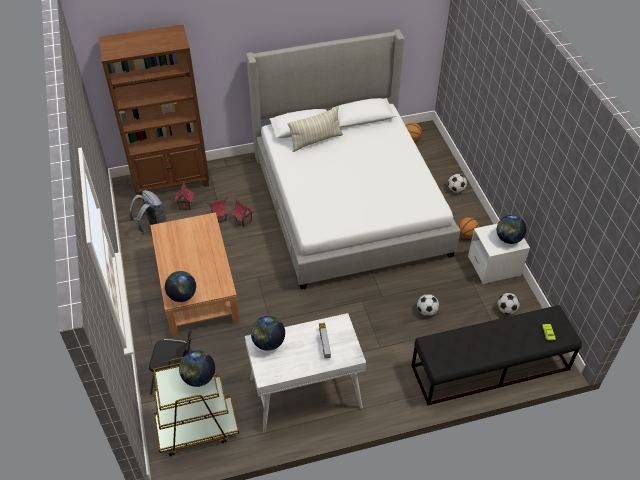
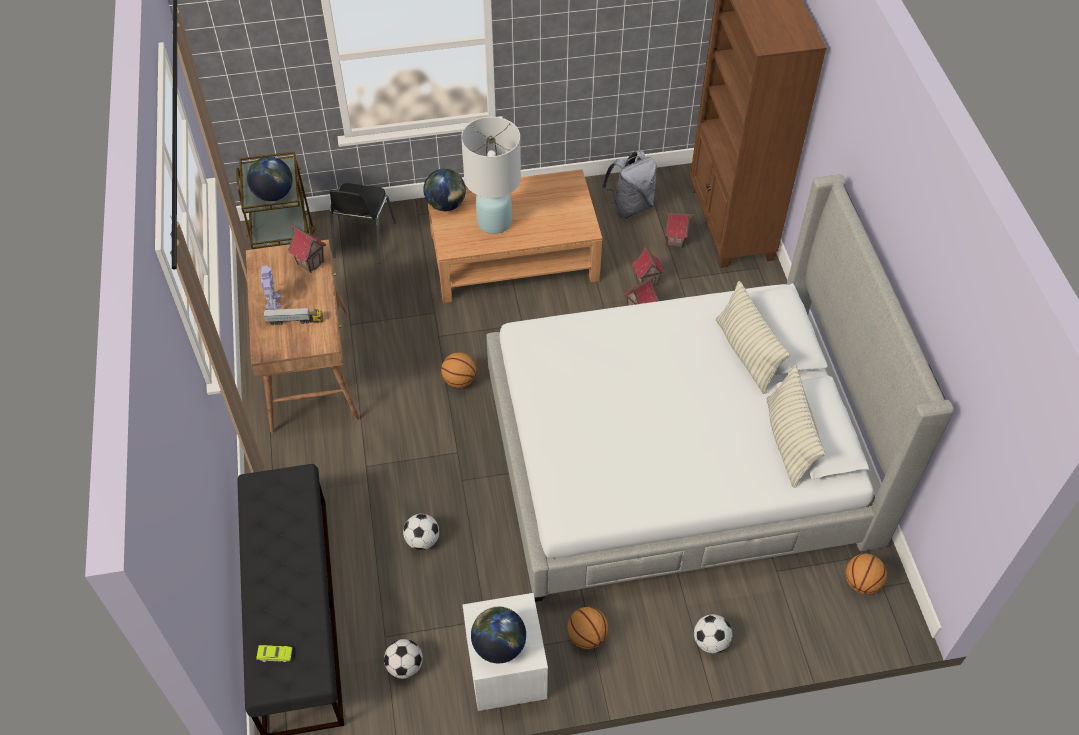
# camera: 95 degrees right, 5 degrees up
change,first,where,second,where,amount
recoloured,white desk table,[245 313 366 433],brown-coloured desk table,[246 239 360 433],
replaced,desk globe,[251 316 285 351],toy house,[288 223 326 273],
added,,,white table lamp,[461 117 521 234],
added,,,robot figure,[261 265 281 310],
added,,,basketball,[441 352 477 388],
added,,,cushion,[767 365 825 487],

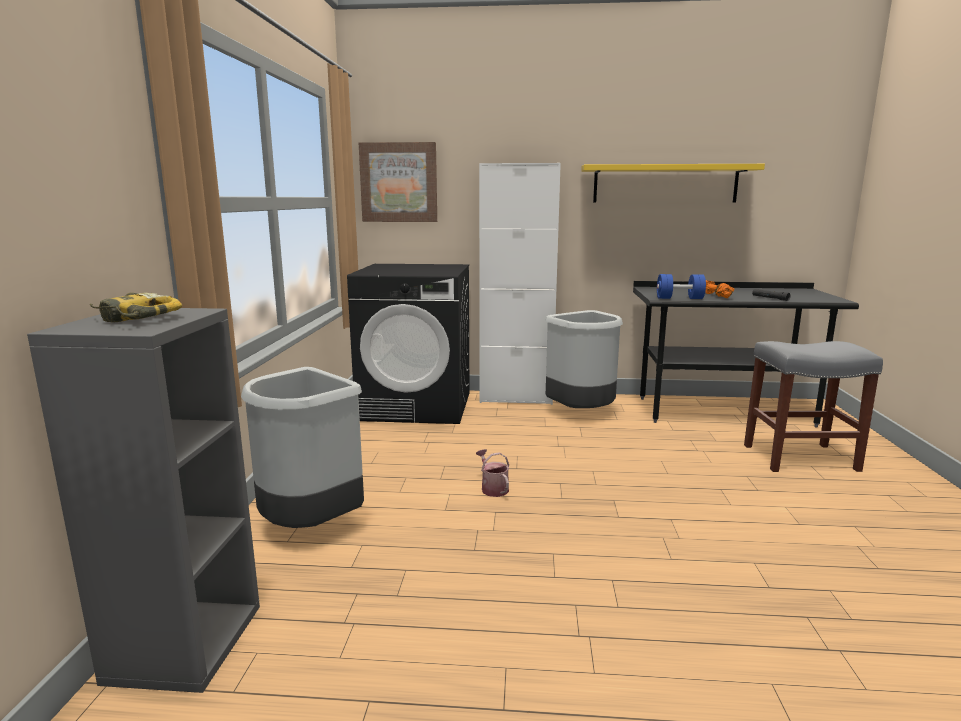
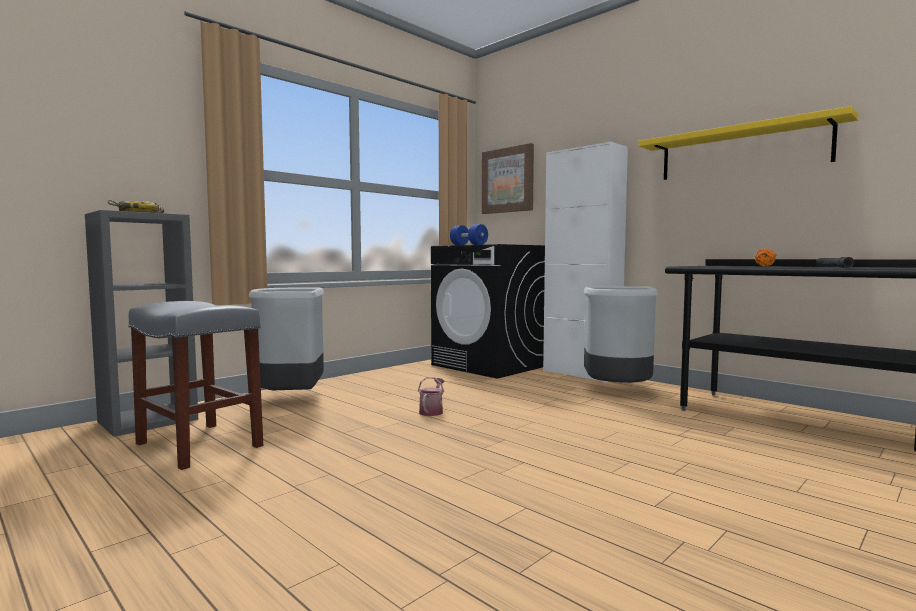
# camera: 40 degrees right, 10 degrees down
change,first,where,second,where,amount
moved,bluish free weight,[657 274 706 299],,[450 224 488 245],
moved,grey sitting stool,[744 341 883 472],,[128 301 263 470],

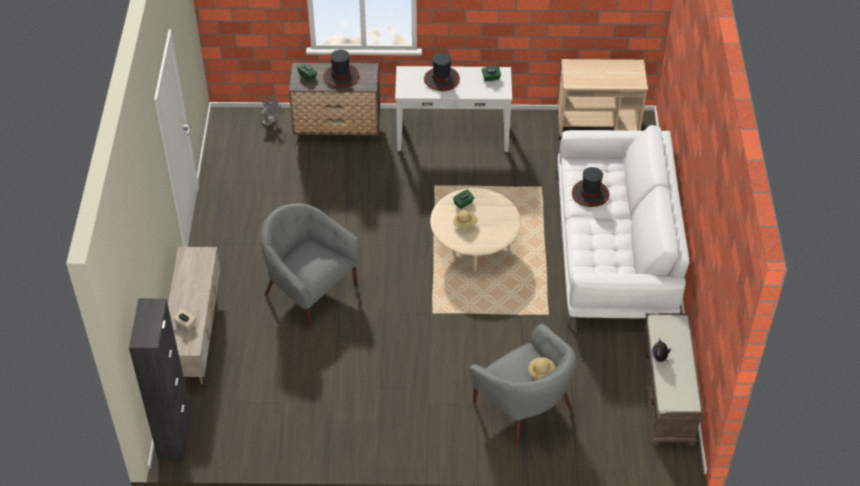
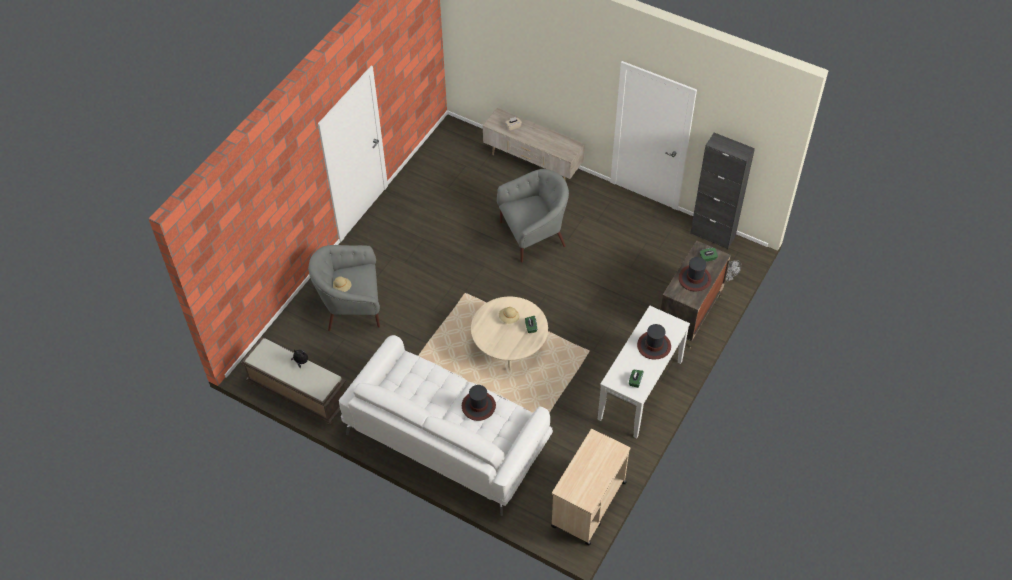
# camera: 120 degrees right, 5 degrees up
change,first,where,second,where,amount
moved,black storage cabinet,[129 298 191 459],,[690 133 755 249],

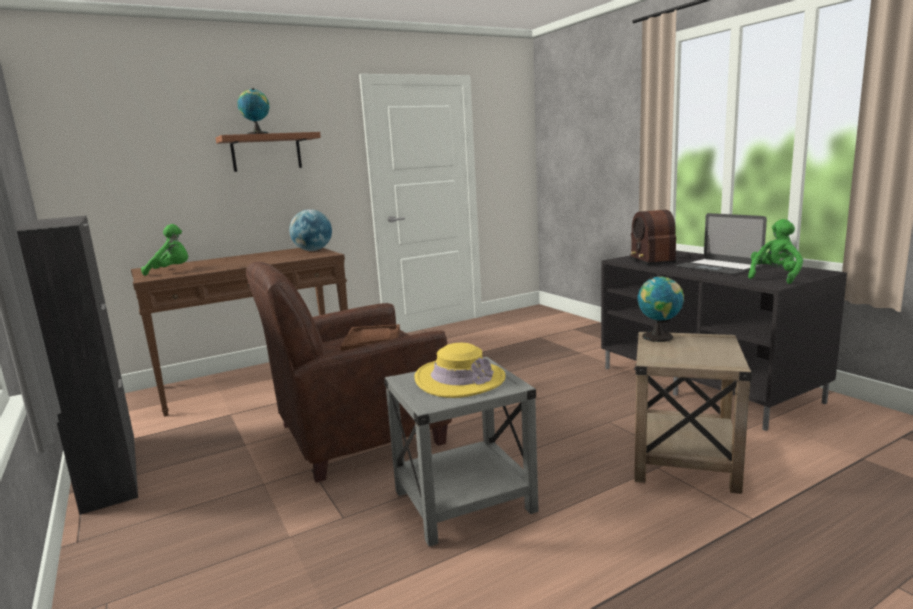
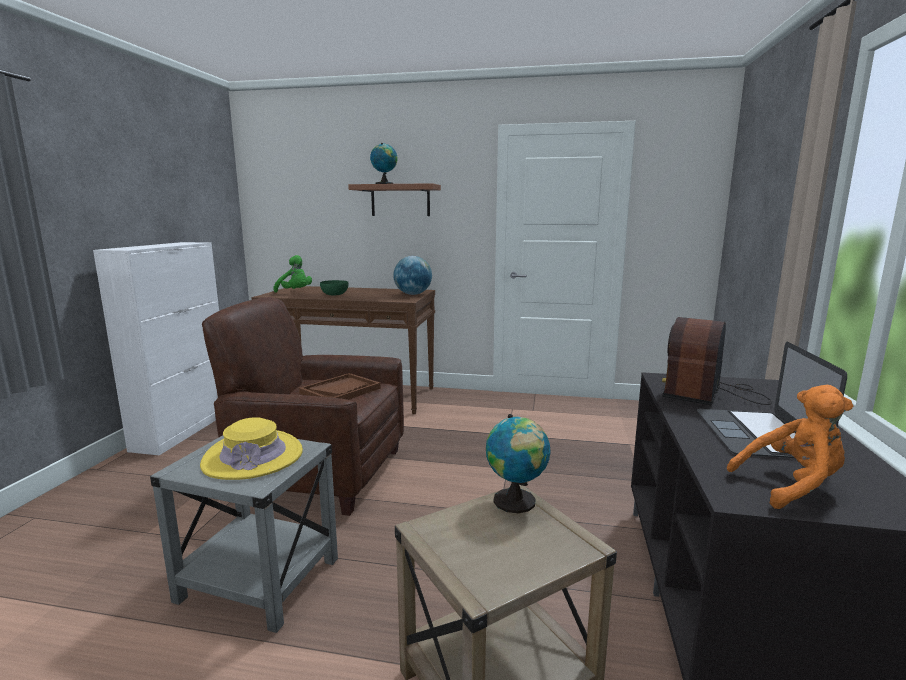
# camera: 40 degrees right, 0 degrees up
change,first,where,second,where,amount
recoloured,black storage cabinet,[16 216 138 515],white storage cabinet,[93 242 219 455],
recoloured,greenish cuddly toy,[748 219 803 284],orange cuddly toy,[727 385 853 509],
added,,,greenish deep dish,[320 280 348 295],

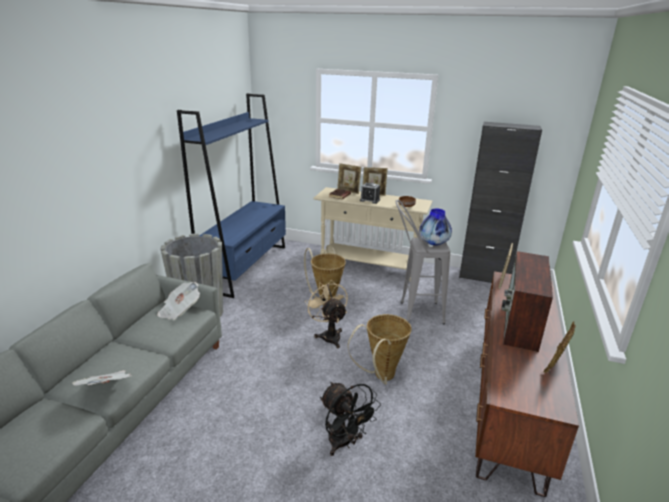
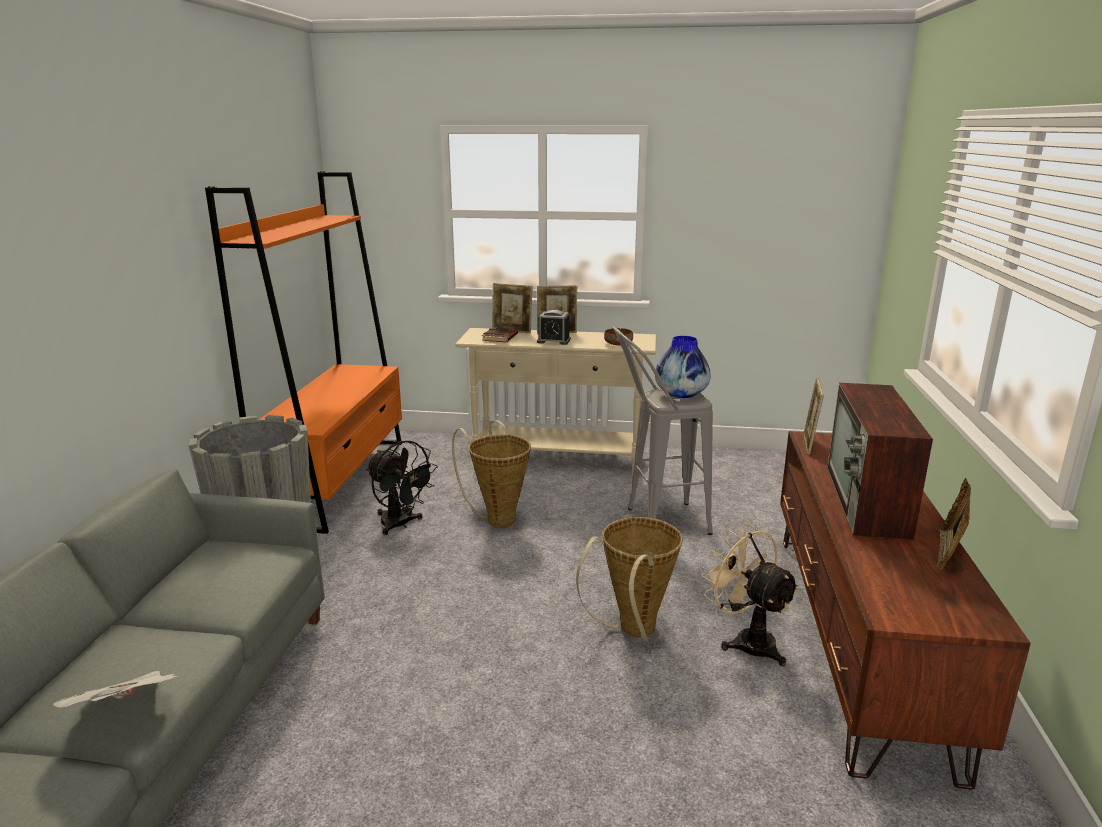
# camera: 10 degrees left, 5 degrees down
change,first,where,second,where,amount
recoloured,bluish shelving unit,[177 93 286 298],orange shelving unit,[205 172 402 534],
removed,black storage cabinet,[459 122 542 283],,,
moved,beige-coloured cooling fan,[305 280 348 348],,[701 524 800 666],
removed,daily paper,[157 282 200 320],,,
moved,black cooling fan,[320 382 381 456],,[366 441 438 535],

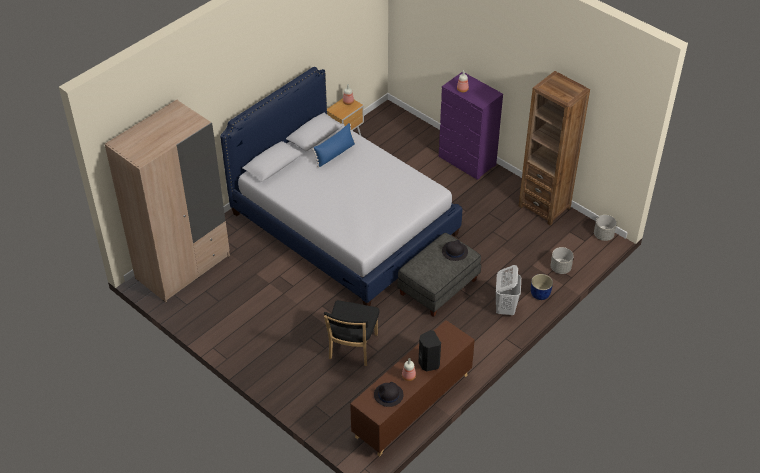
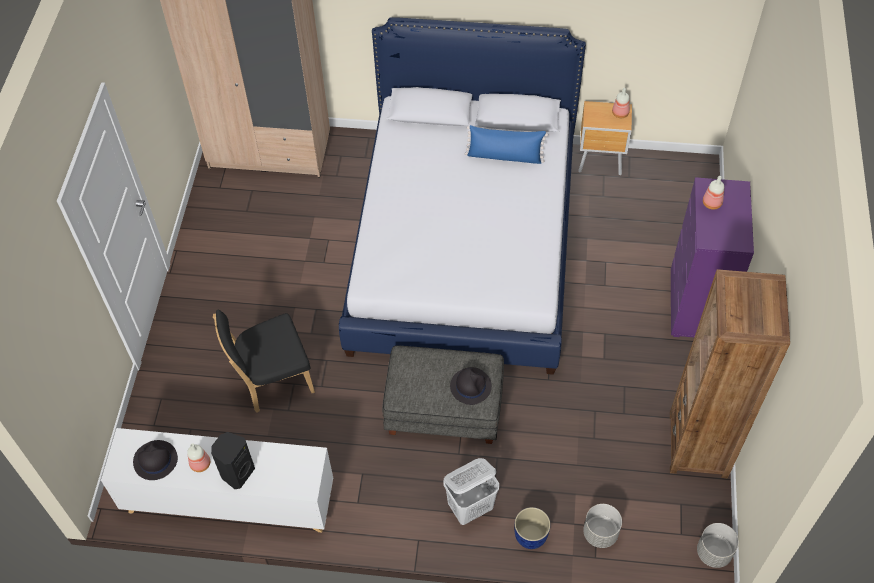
# camera: 55 degrees right, 10 degrees up
change,first,where,second,where,amount
recoloured,brown-coloured storage cabinet,[350 320 475 457],white storage cabinet,[101 428 333 532],

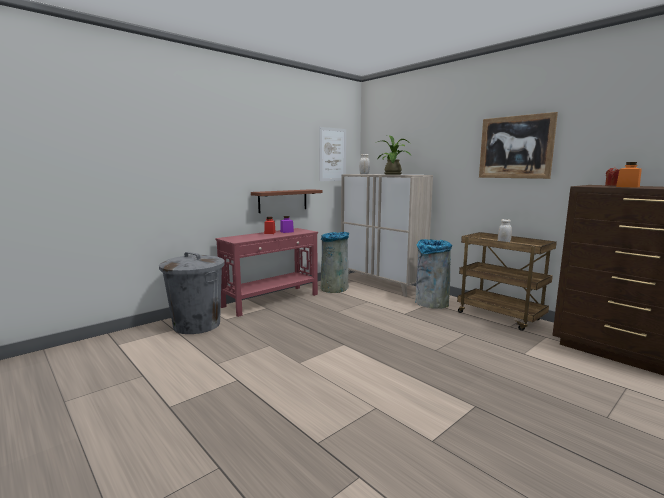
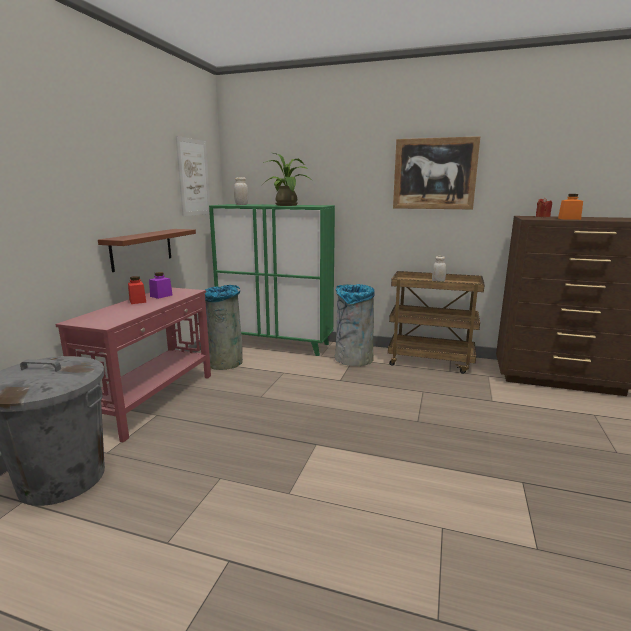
# camera: 30 degrees left, 5 degrees up
change,first,where,second,where,amount
recoloured,beige-coloured storage cabinet,[341 174 433 297],greenish storage cabinet,[209 204 335 356],

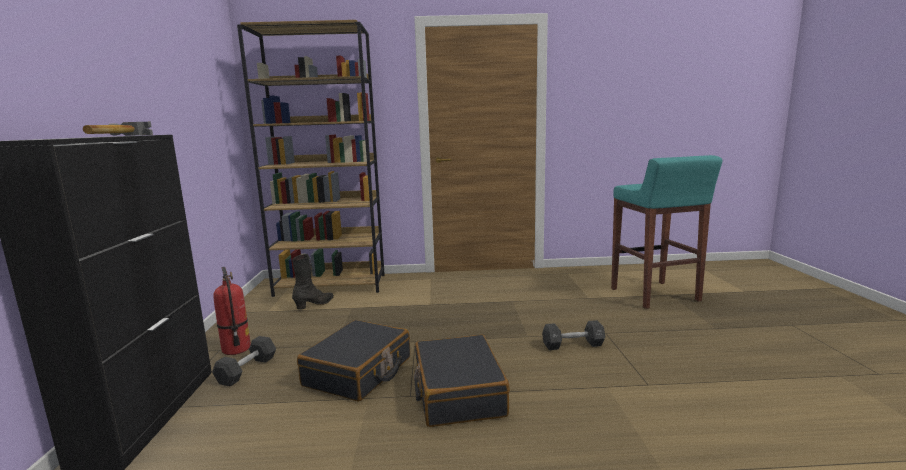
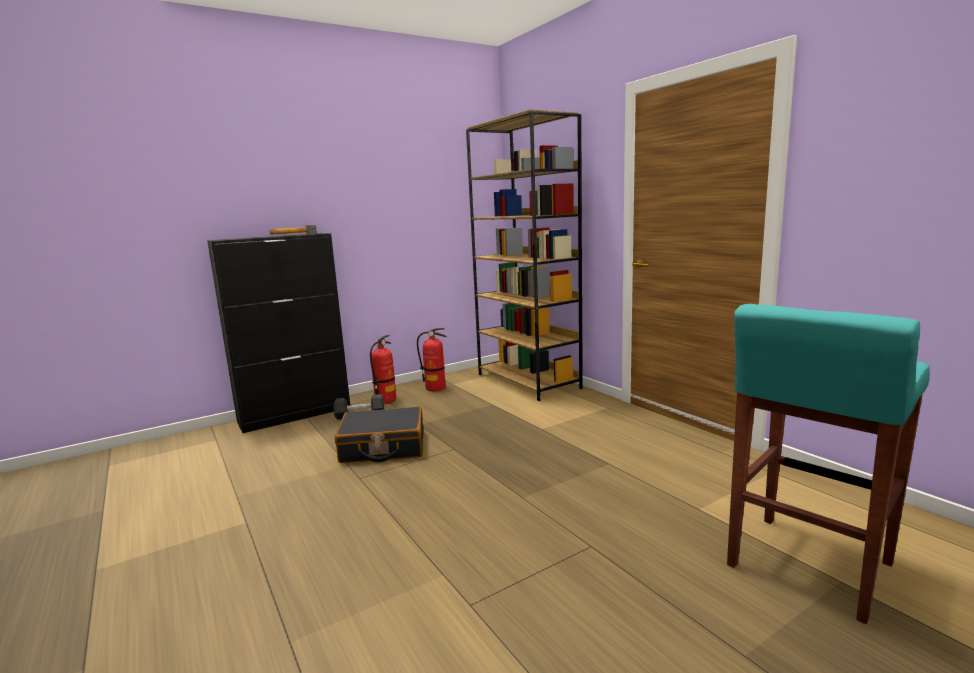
# camera: 60 degrees right, 0 degrees up
change,first,where,second,where,amount
removed,black tall boot,[292 254 334 310],,,
removed,black free weight,[542 320 605 350],,,
removed,black suitcase,[414 335 510 427],,,
added,,,fire extinguisher,[417 328 447 391],

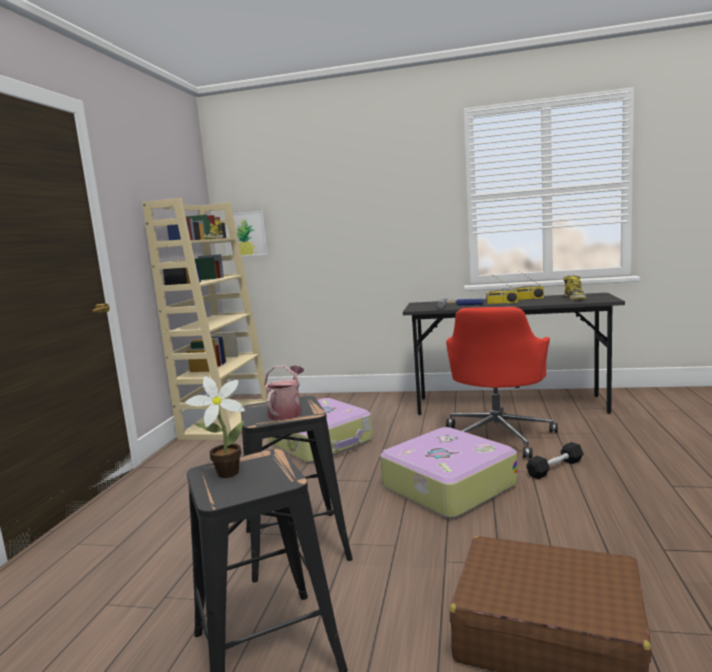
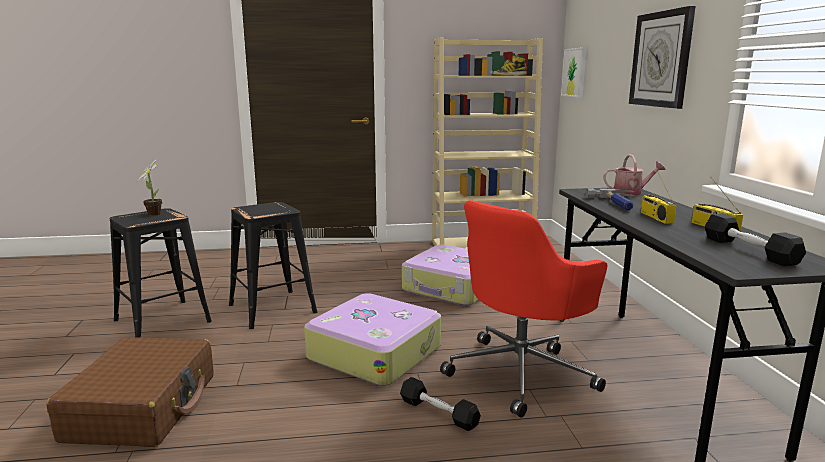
# camera: 70 degrees right, 5 degrees up
change,first,where,second,where,amount
replaced,tall boot,[563 275 586 300],black free weight,[704 213 806 266],
turned,red office chair,[446 307 558 458],,[440 200 607 418],45 degrees counterclockwise
moved,watering pot,[264 365 304 420],,[603 154 666 196],
added,,,clock on the wall,[629 6 695 109],

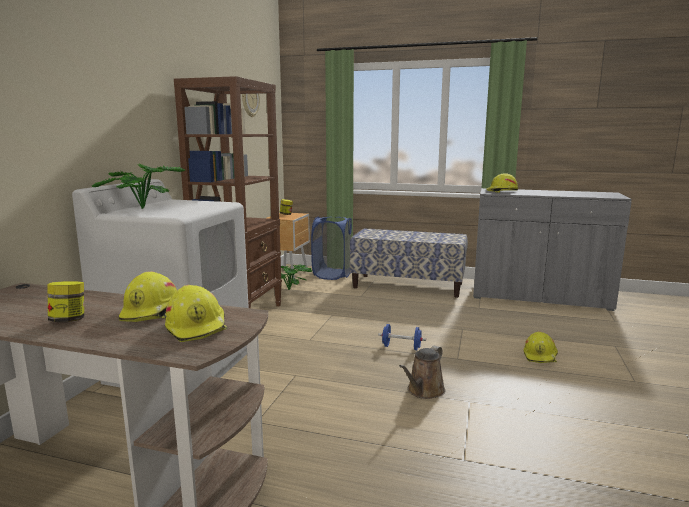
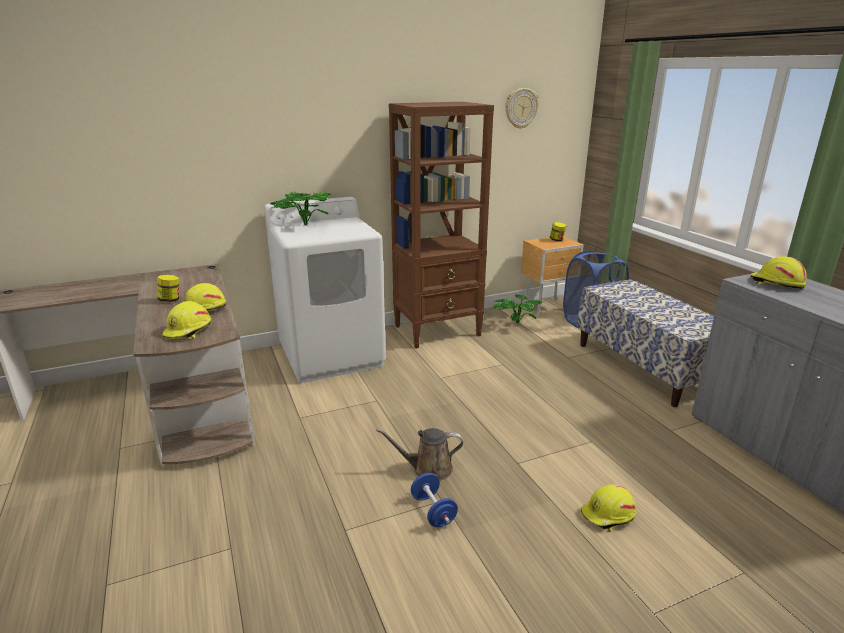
# camera: 50 degrees right, 10 degrees up
change,first,where,second,where,amount
moved,bluish free weight,[378 324 426 350],,[411 473 458 527],

